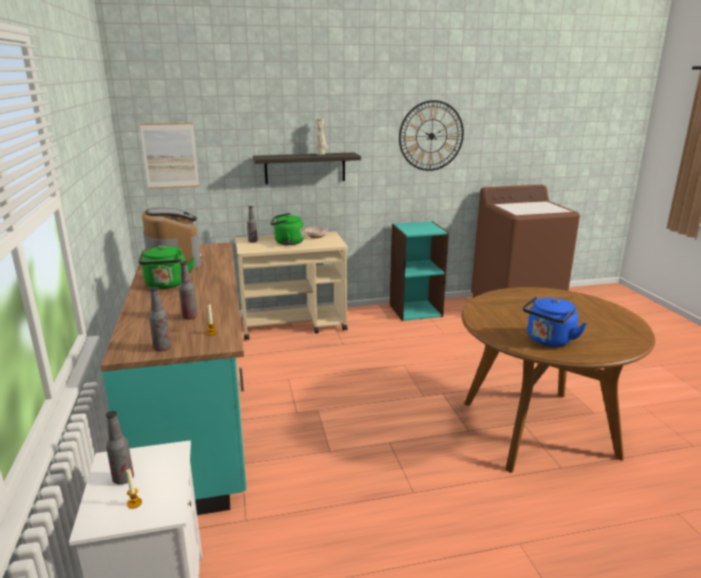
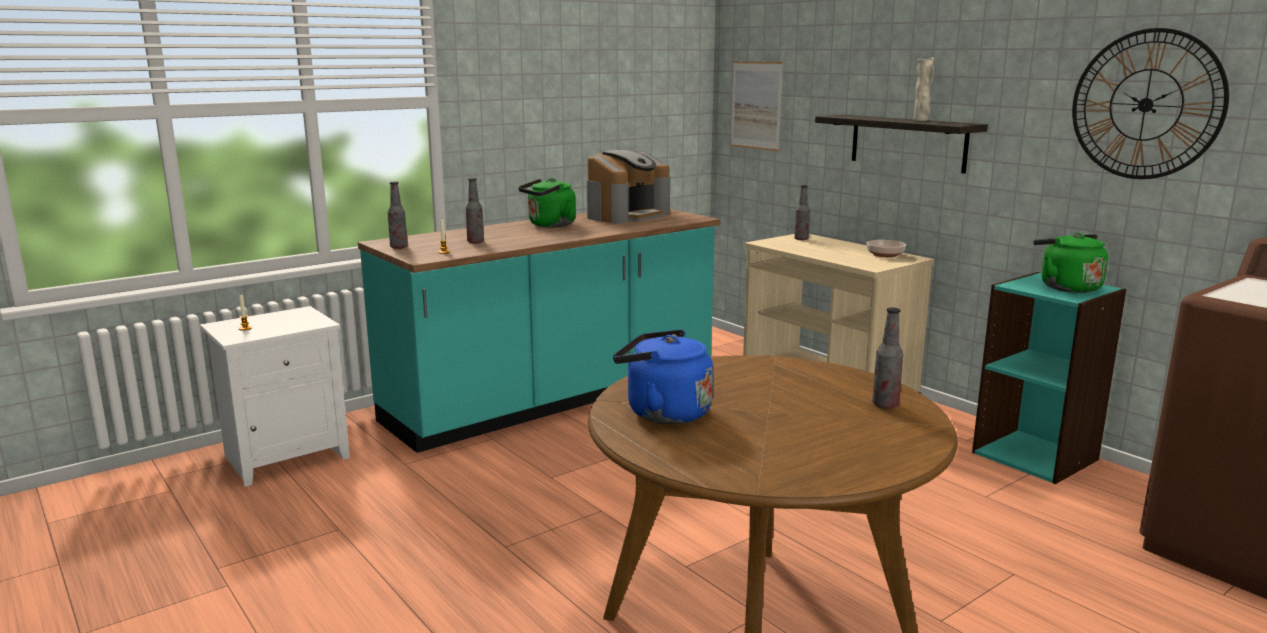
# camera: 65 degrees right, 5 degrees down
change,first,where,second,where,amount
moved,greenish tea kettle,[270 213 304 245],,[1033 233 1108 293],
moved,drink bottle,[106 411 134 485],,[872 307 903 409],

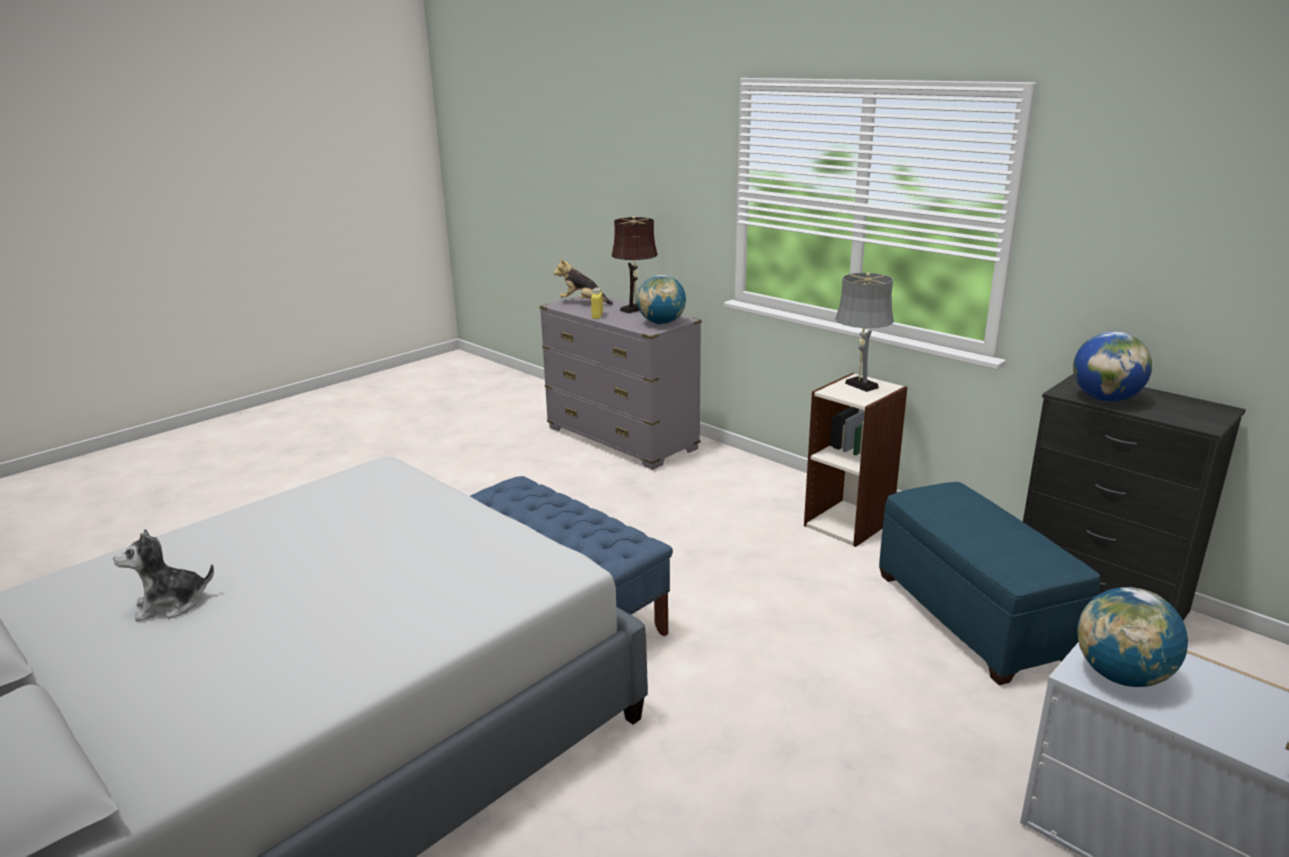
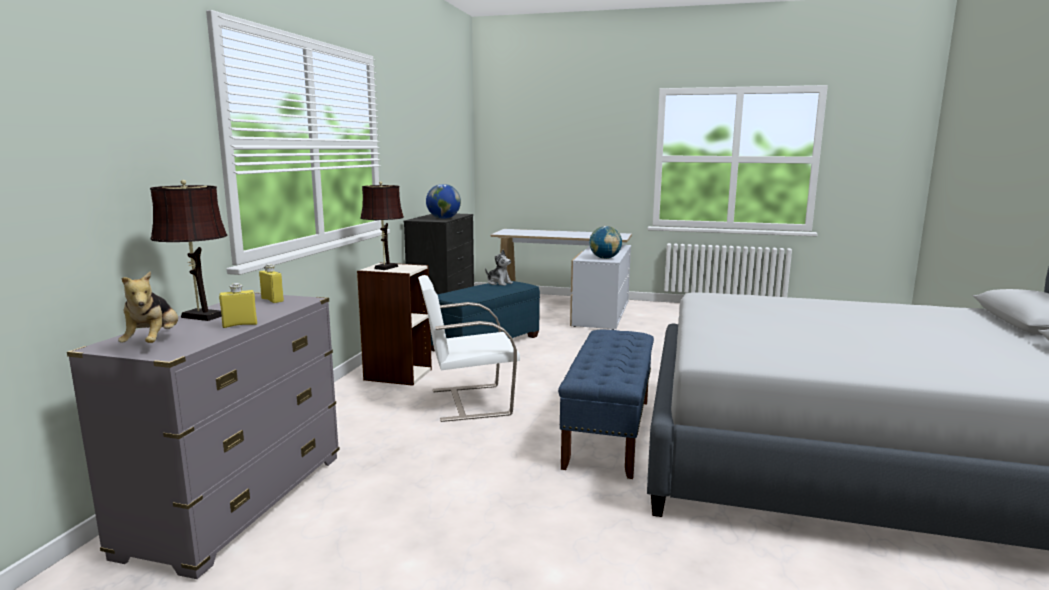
# camera: 120 degrees left, 10 degrees down
change,first,where,second,where,amount
recoloured,grey table lamp,[835 273 894 392],brown-coloured table lamp,[360 182 404 270],
replaced,desk globe,[637 275 686 325],yellowish drink bottle,[259 264 284 303],
moved,cuddly toy,[113 529 214 622],,[485 250 513 286],
added,,,white chair,[418 275 520 422],

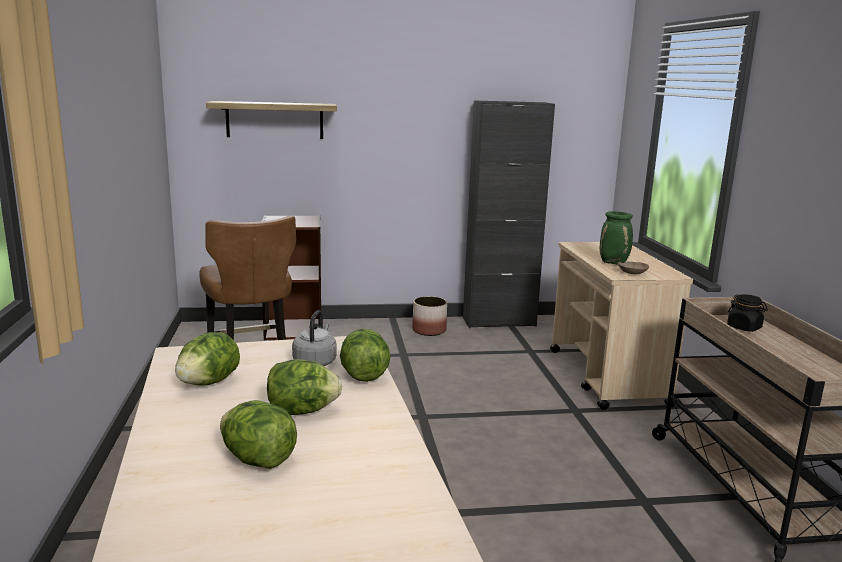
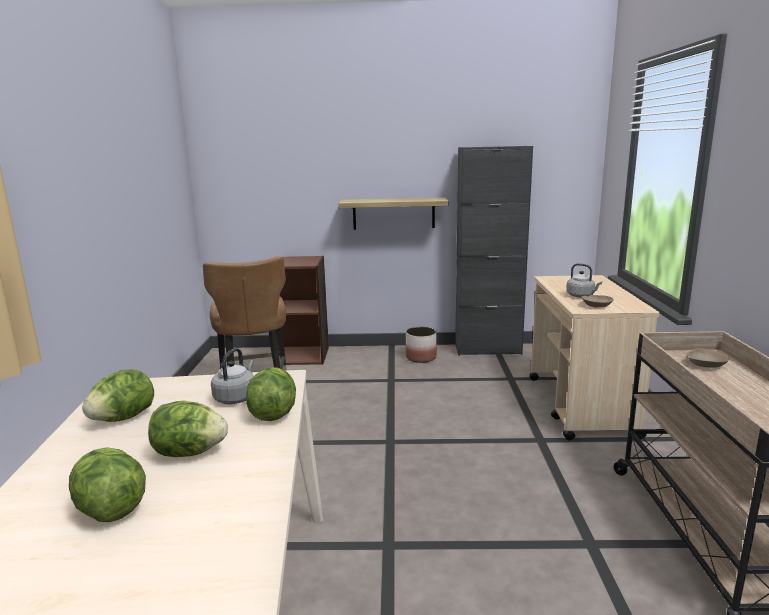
# camera: 10 degrees right, 0 degrees up
change,first,where,second,where,amount
moved,bracket shelf,[206 101 337 139],,[338 198 449 230],
replaced,greenish vase,[600 211 633 264],grey tea kettle,[566 263 602 298],
replaced,black storage jar,[727 294 768 332],beige-coloured deep dish,[687 348 730 368],

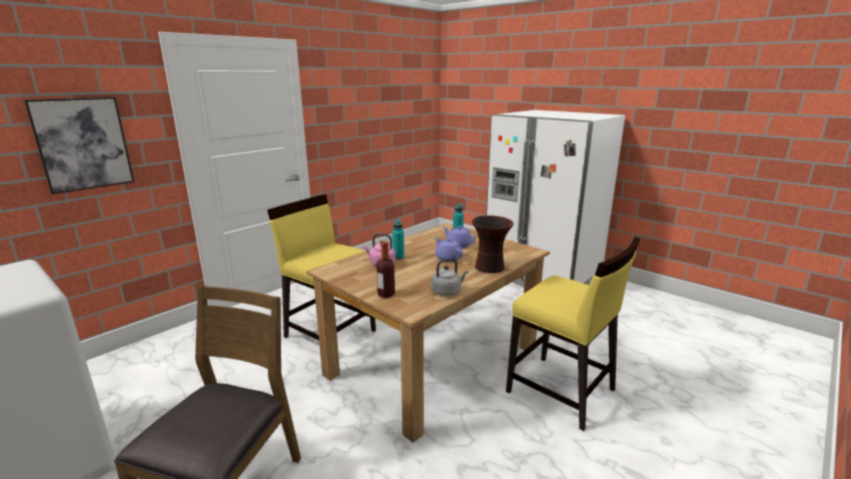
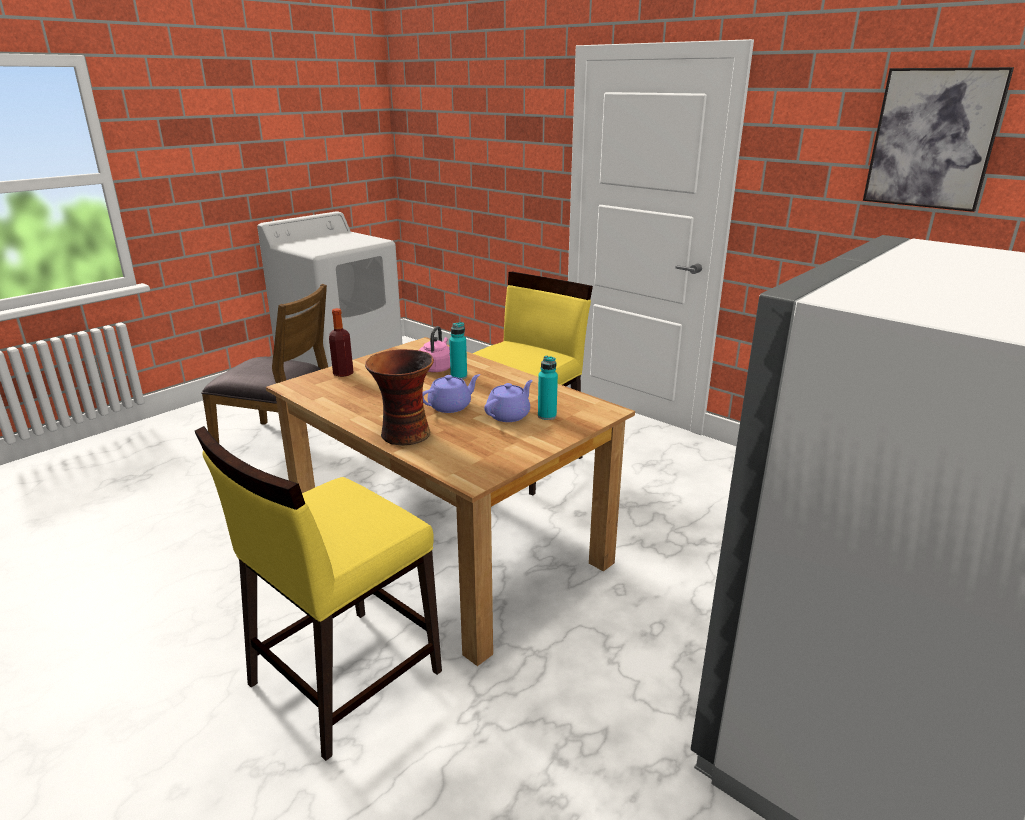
# camera: 90 degrees right, 5 degrees up
change,first,where,second,where,amount
moved,wall picture,[24 97 134 194],,[863 67 1014 212],
removed,grey tea kettle,[431 258 468 296],,,

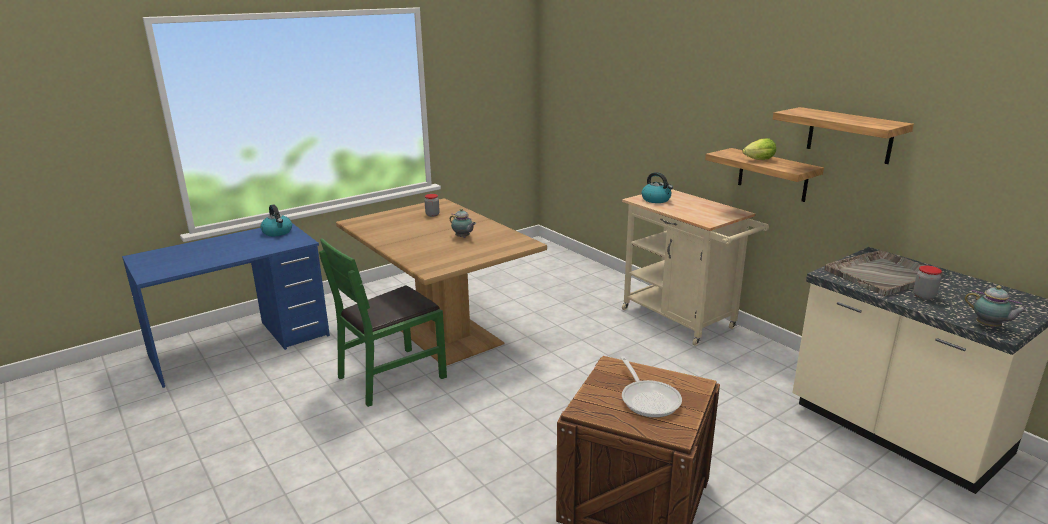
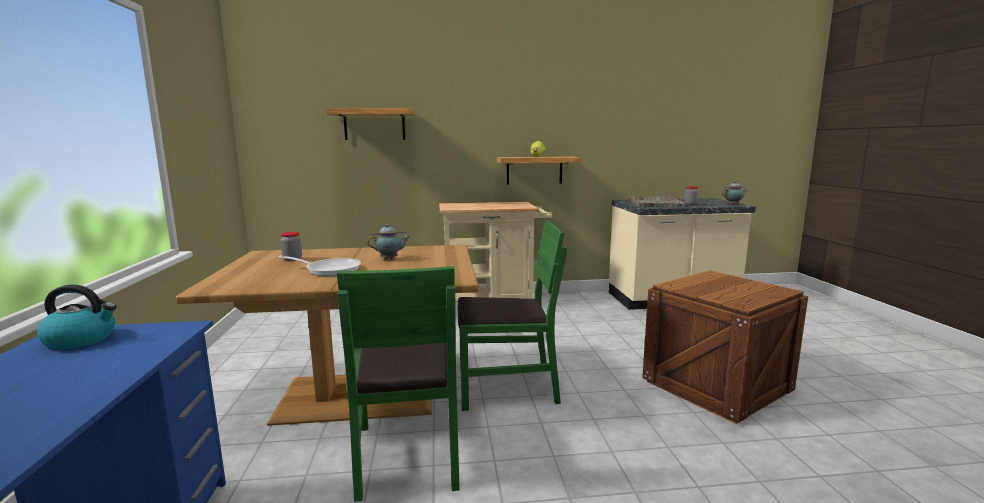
# camera: 60 degrees left, 10 degrees down
change,first,where,second,where,amount
moved,bracket shelf,[773 107 914 164],,[325 108 415 140],
removed,tea kettle,[642 172 673 203],,,
moved,skillet,[621 356 682 418],,[278 256 361 276],
added,,,greenish chair,[458 220 567 411],

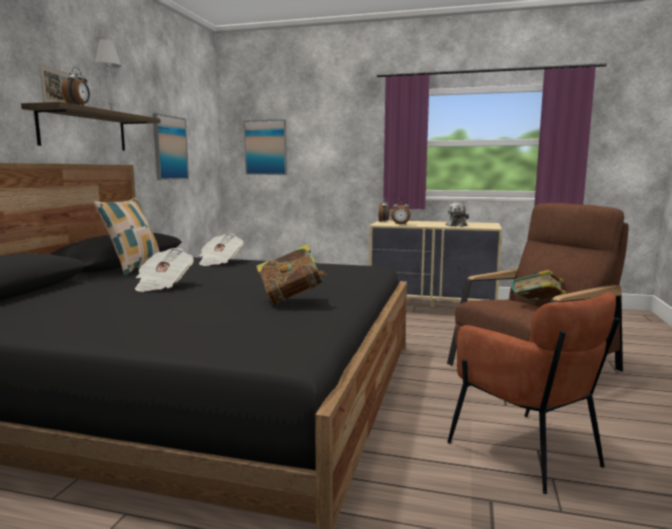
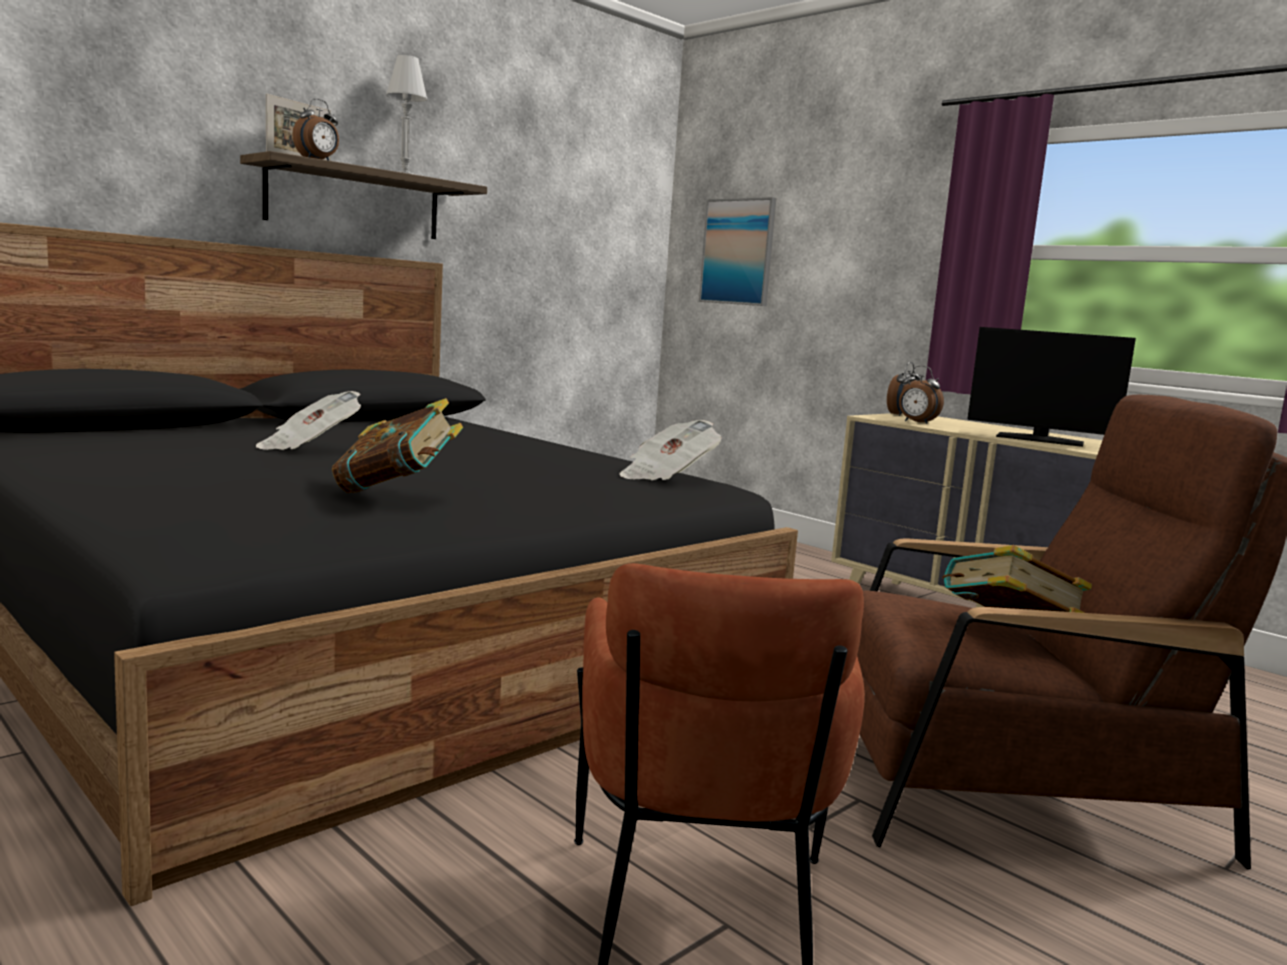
# camera: 30 degrees right, 0 degrees up
change,first,where,second,where,amount
removed,wall picture,[153 113 189 180],,,
removed,cushion,[94 197 160 276],,,
replaced,cuddly toy,[446 203 469 227],computer display,[967 327 1136 447],
moved,daily paper,[199 233 244 266],,[619 420 721 480],

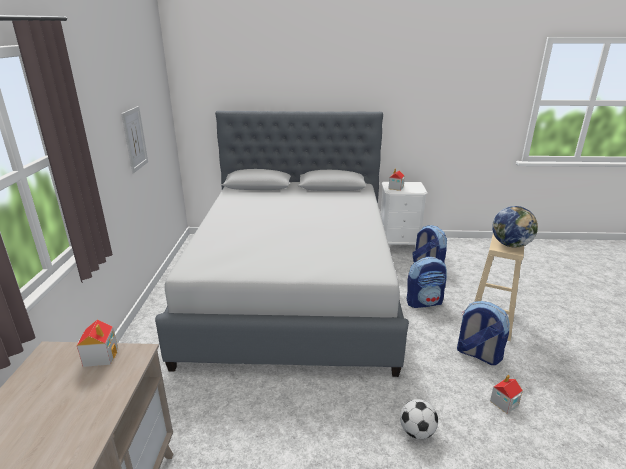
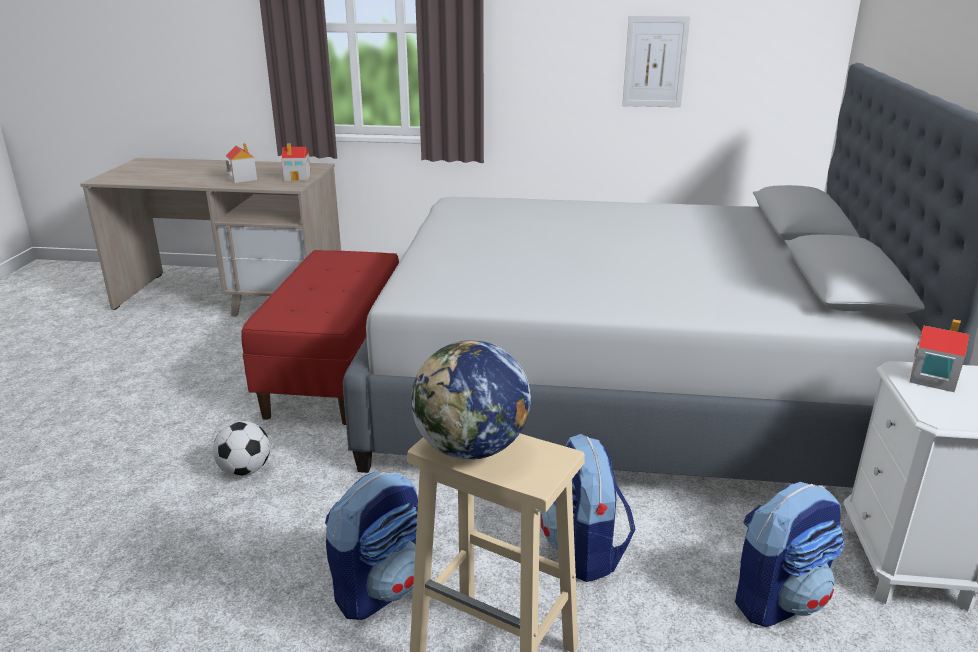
# camera: 95 degrees right, 0 degrees up
change,first,where,second,where,amount
moved,toy house,[490 375 523 414],,[225 143 257 183],
added,,,red indoor bench,[241 250 399 425],

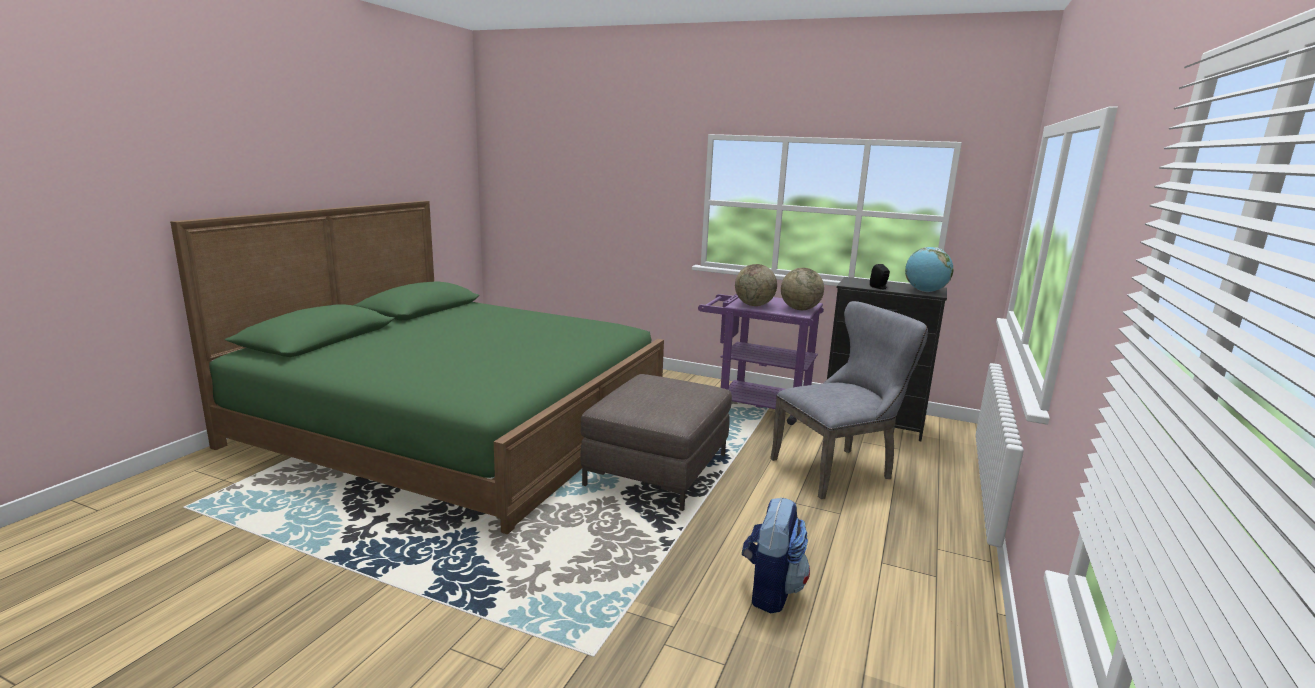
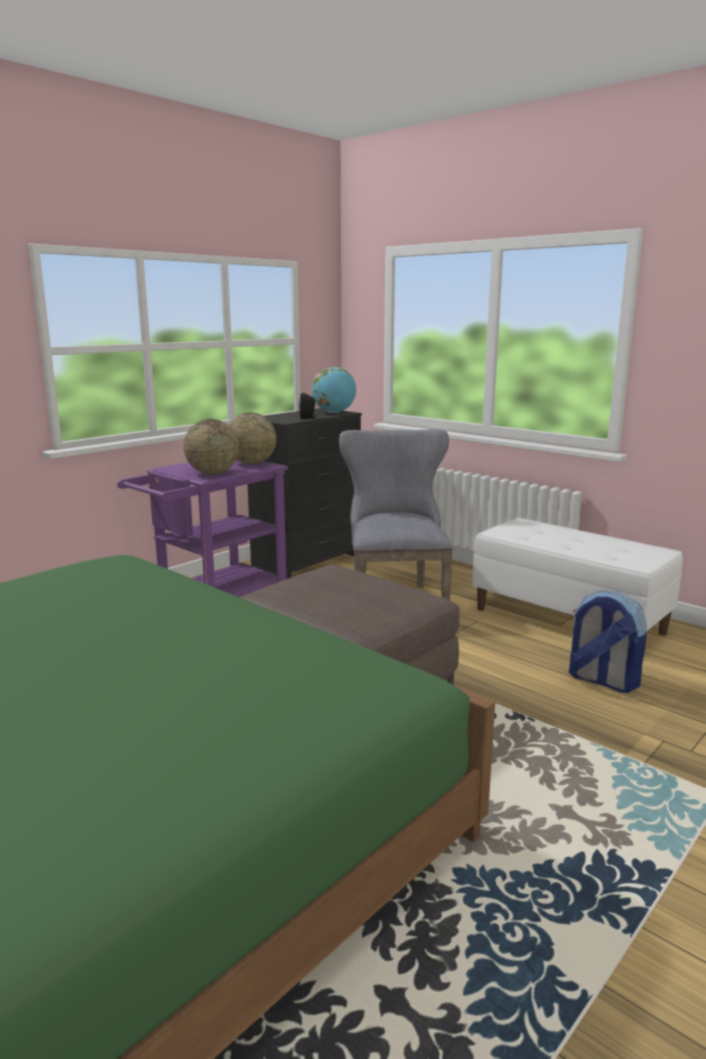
# camera: 70 degrees left, 0 degrees up
change,first,where,second,where,amount
added,,,white indoor bench,[472 518 683 635],

